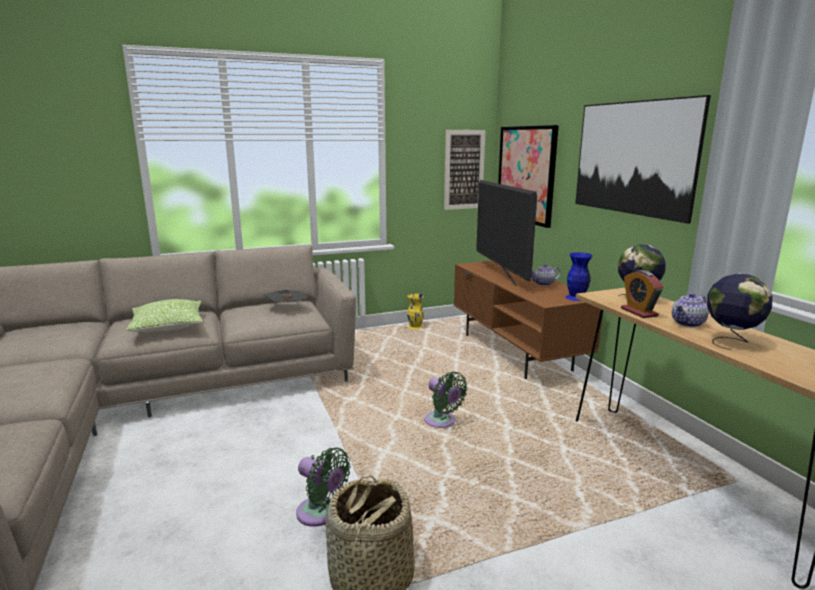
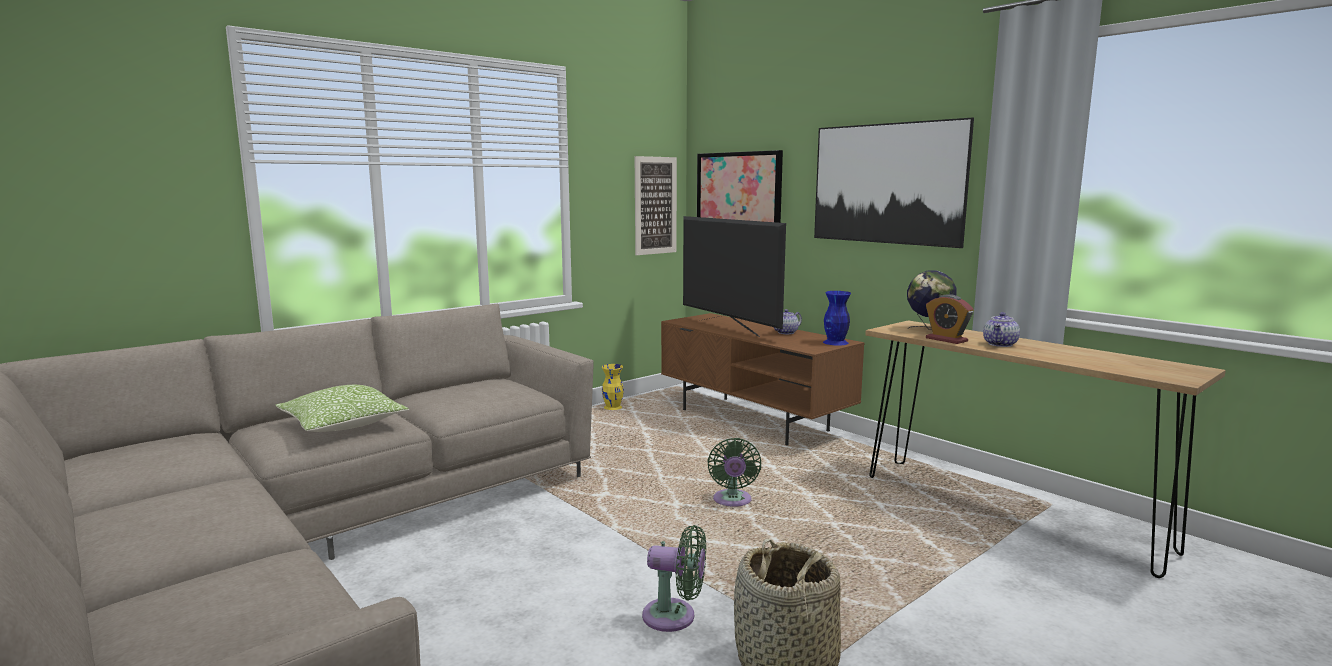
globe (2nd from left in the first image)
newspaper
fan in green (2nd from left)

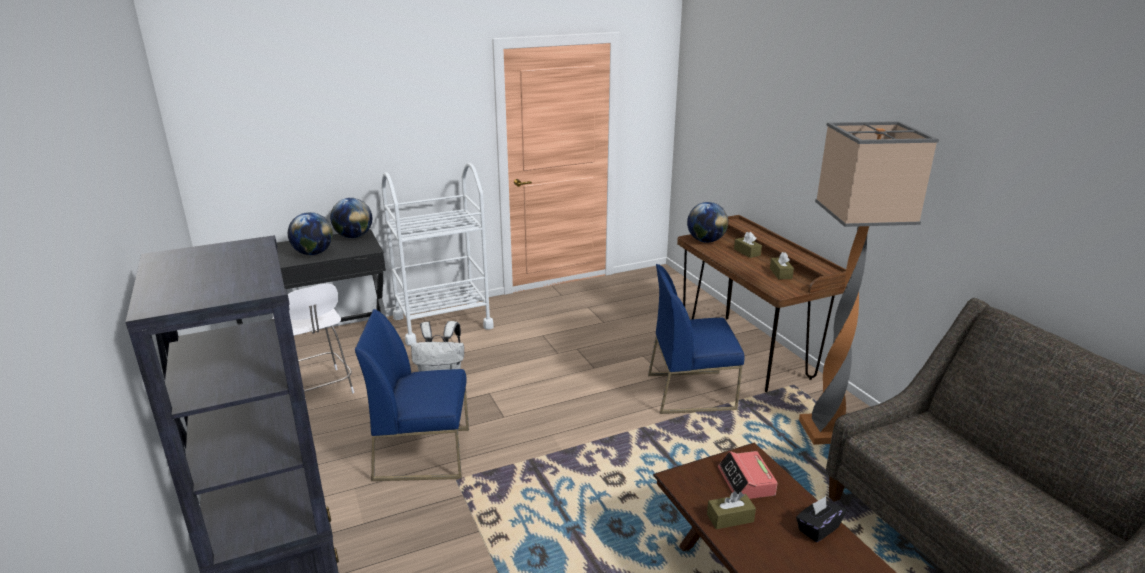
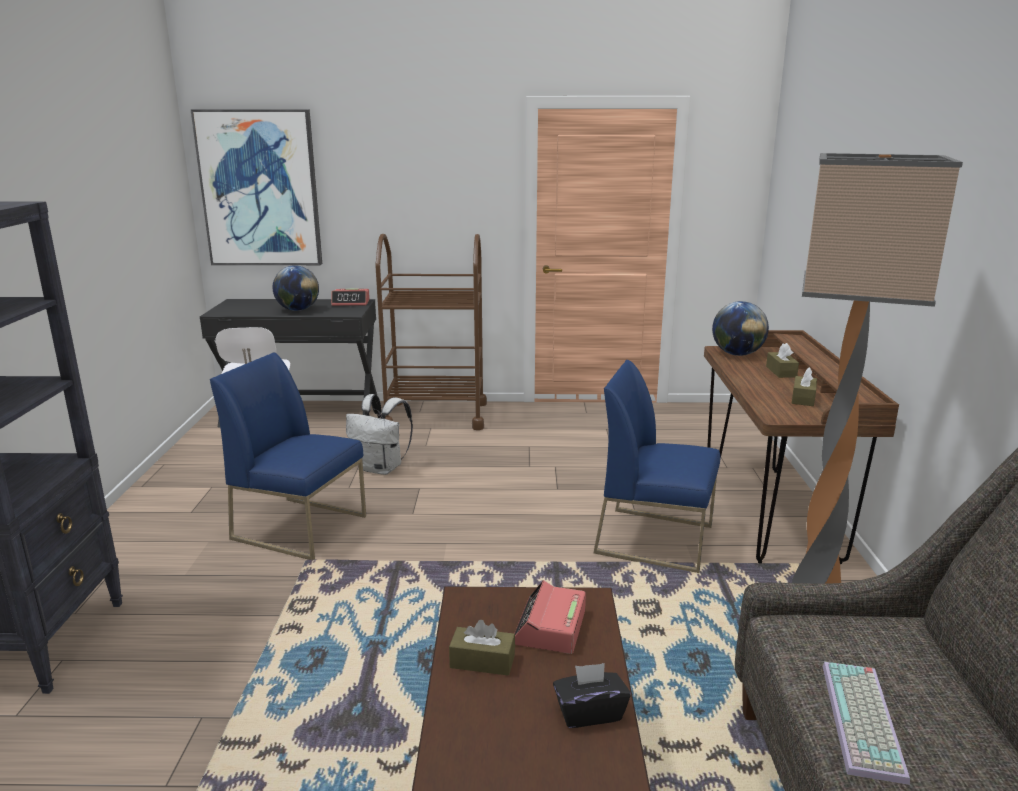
cart in brown
alarm clock (1st from left)
picture
keyboard

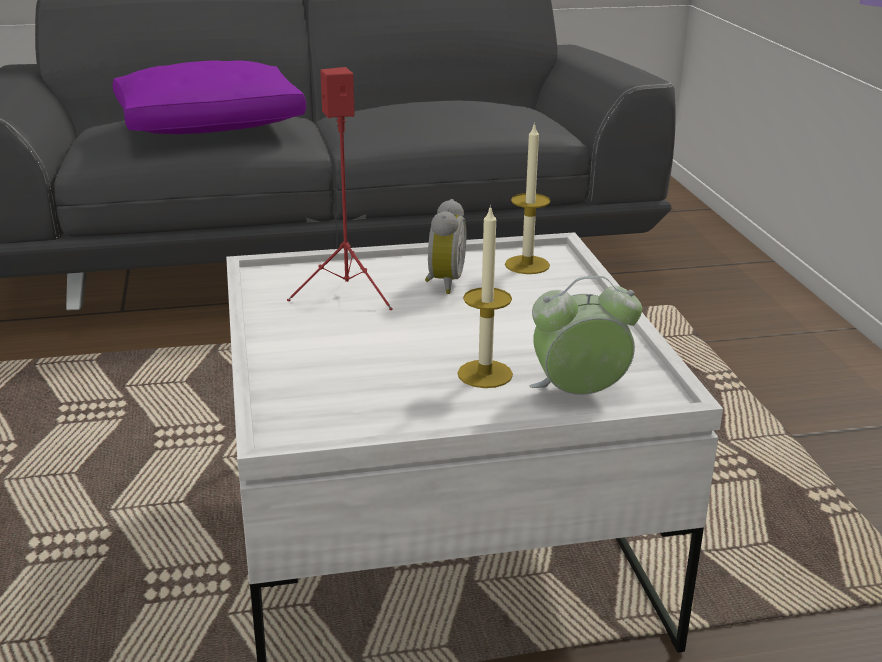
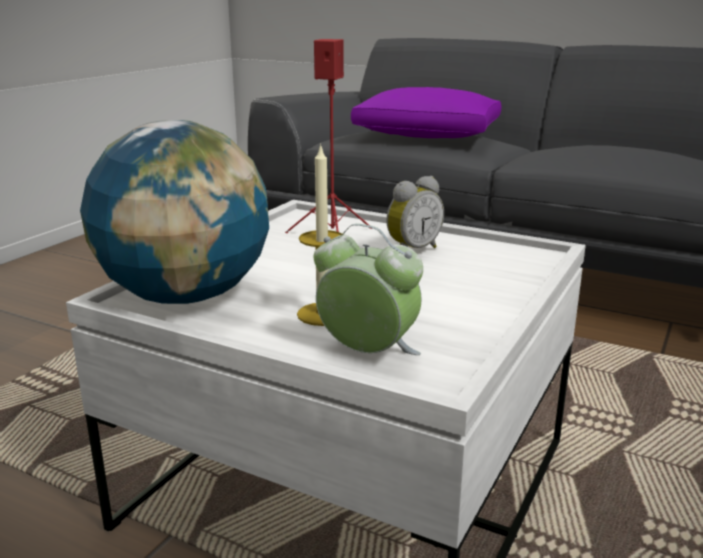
candle (2nd from left in the first image)
globe

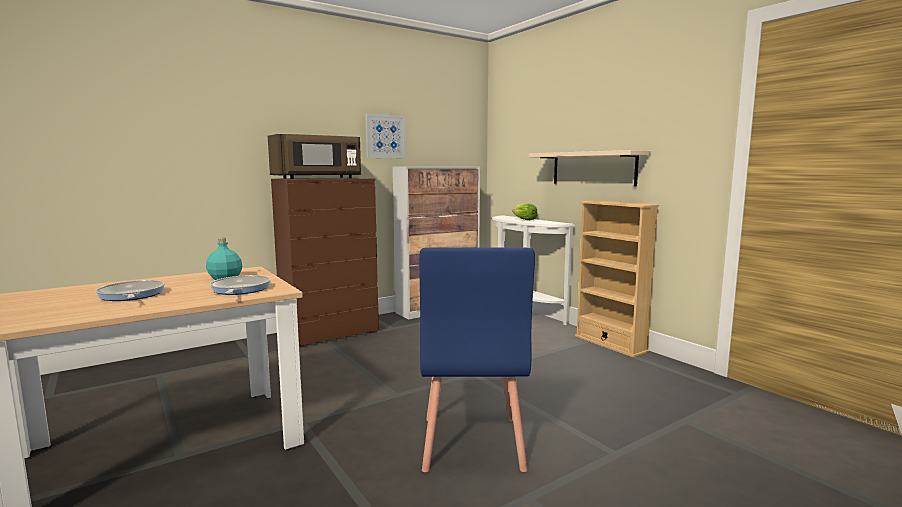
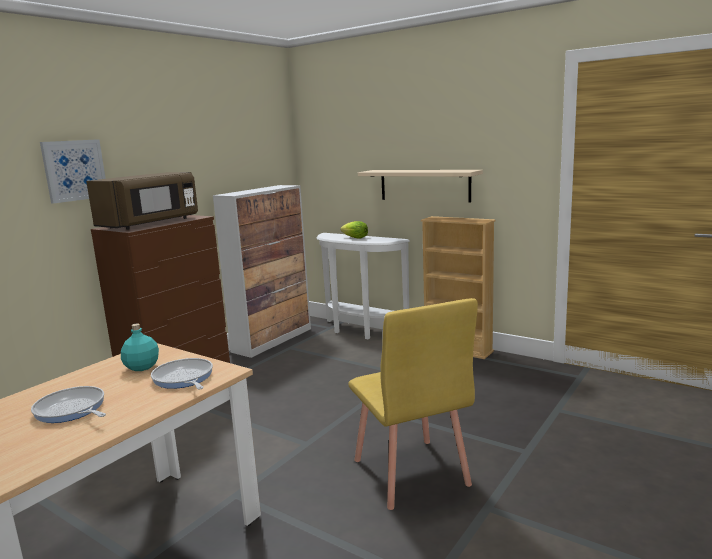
picture
chair in yellow

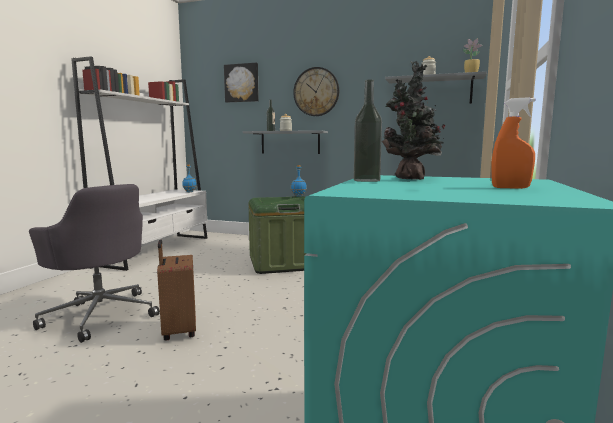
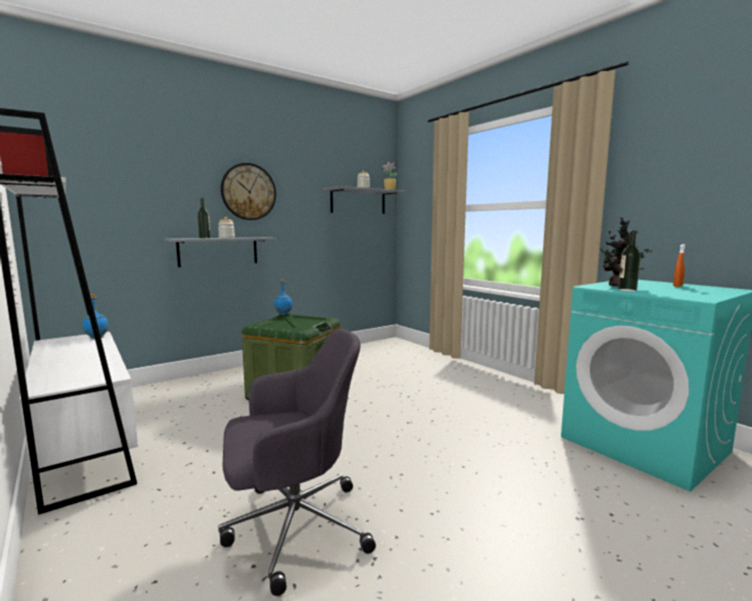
picture
suitcase in brown

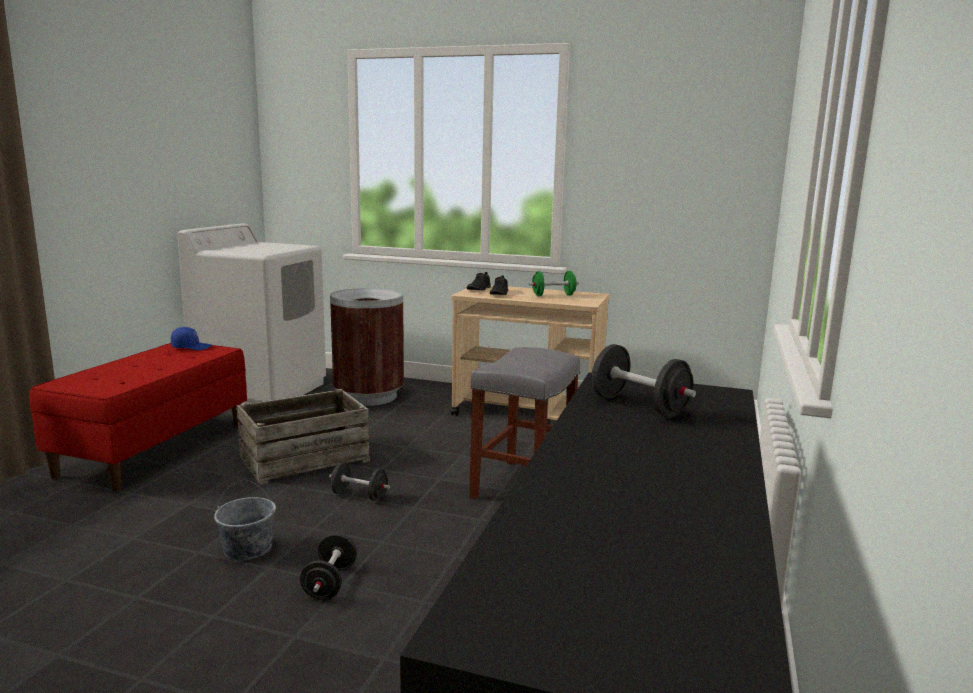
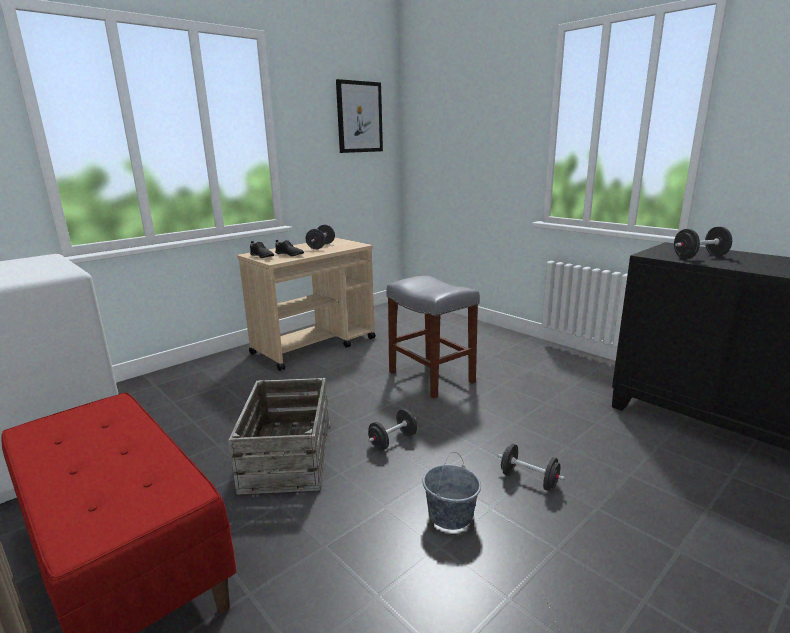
dumbbell in black (1st from left)
trash can in brown
cap in blue
picture

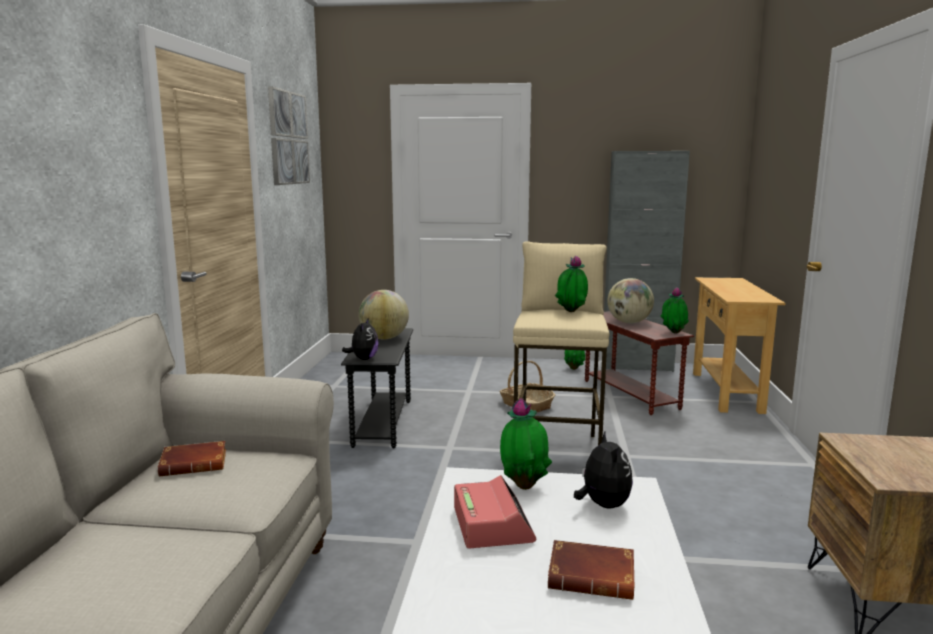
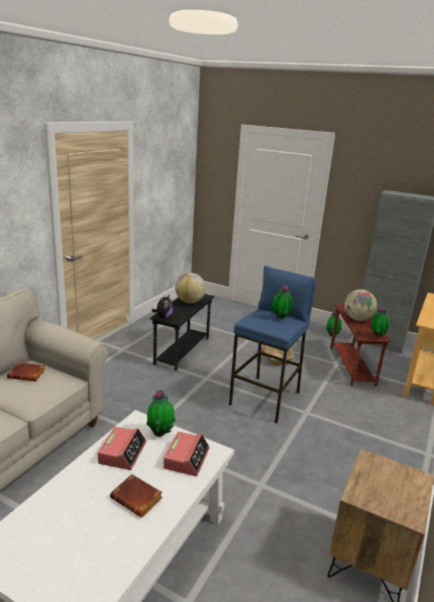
picture
stool in blue
alarm clock (2nd from left)

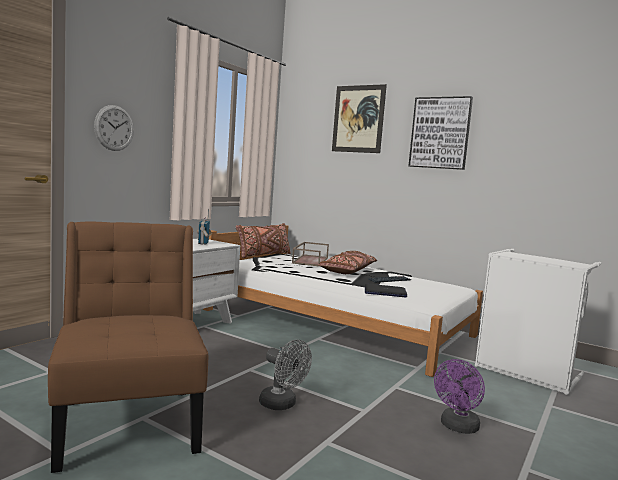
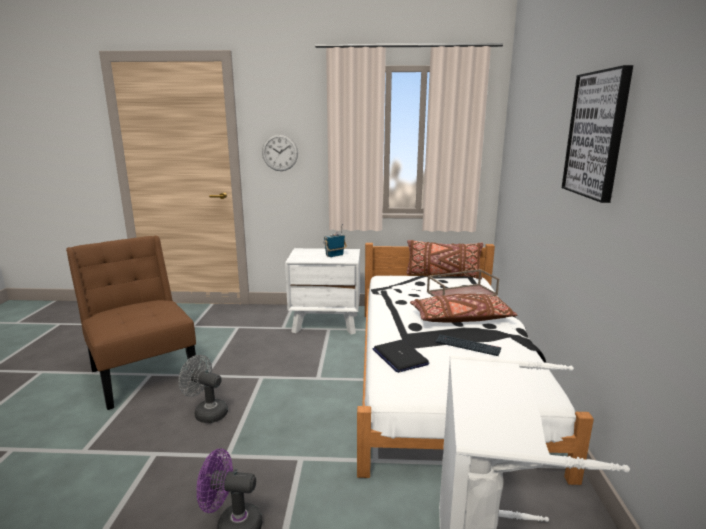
picture (1st from left in the first image)
chair in brown
fan in grey

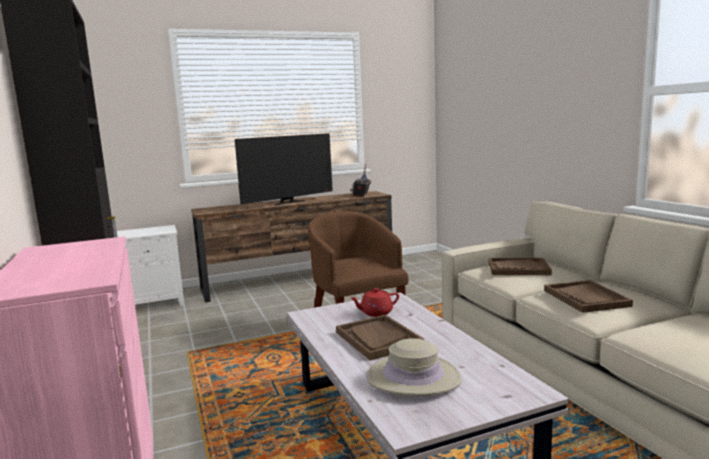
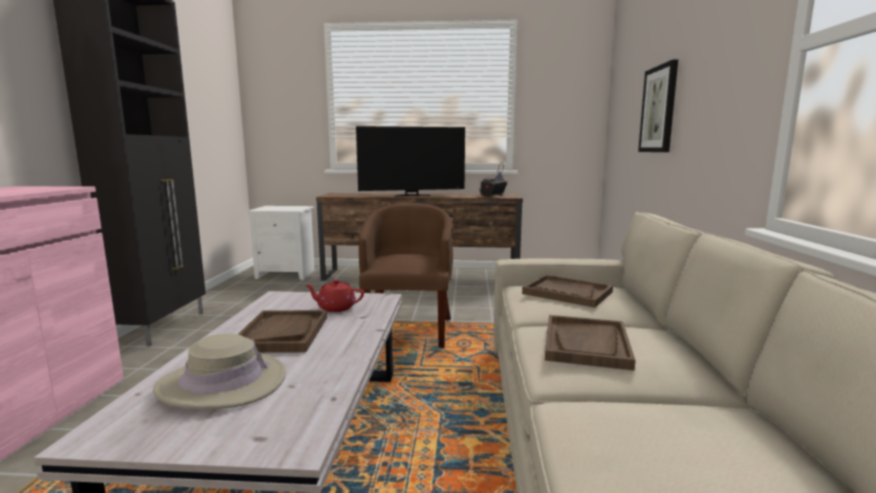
picture

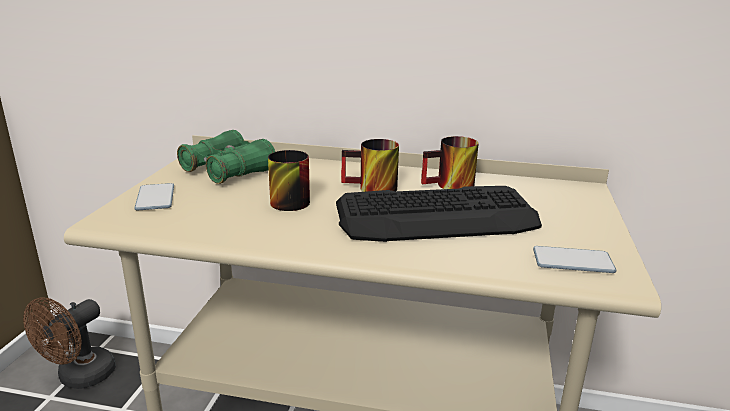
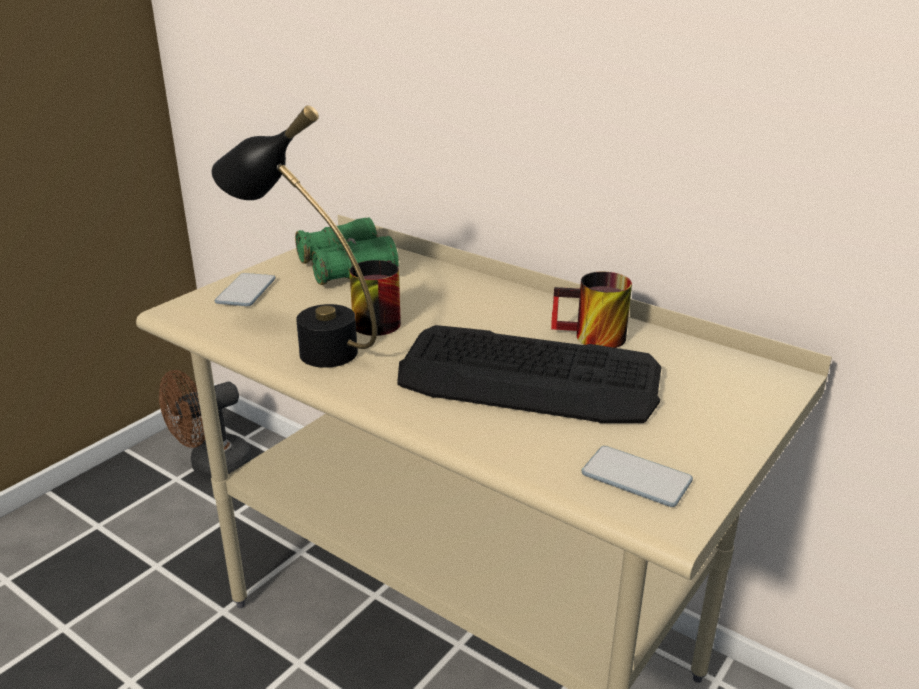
mug (2nd from left in the first image)
table lamp in black

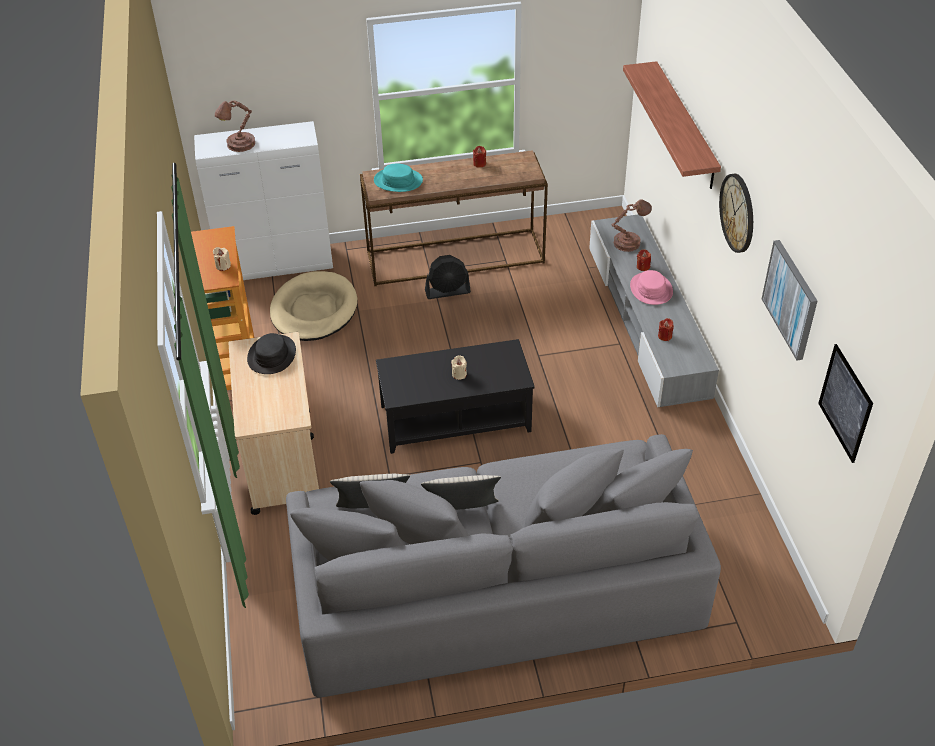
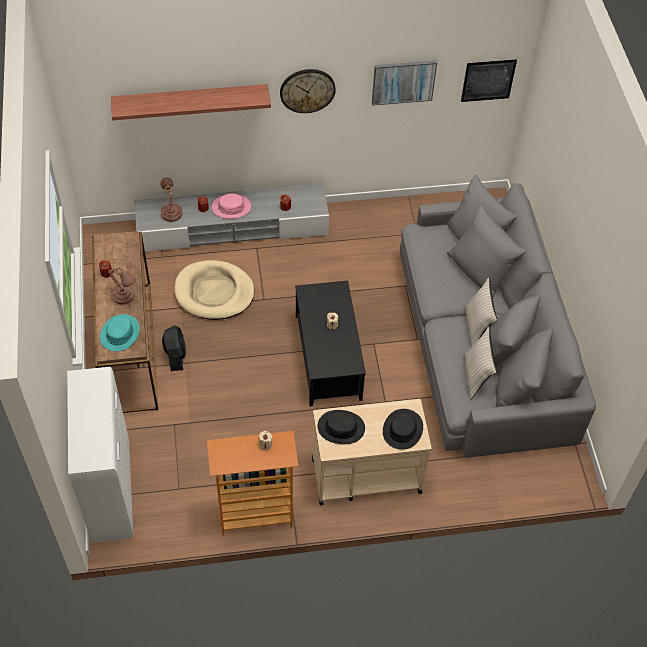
table lamp in brown (1st from left)
dog bed in beige
hat in black (2nd from left)

